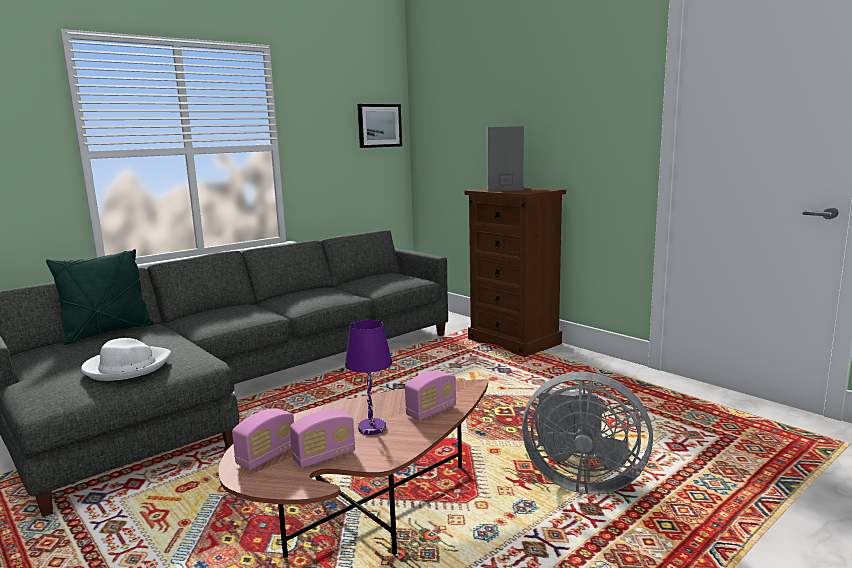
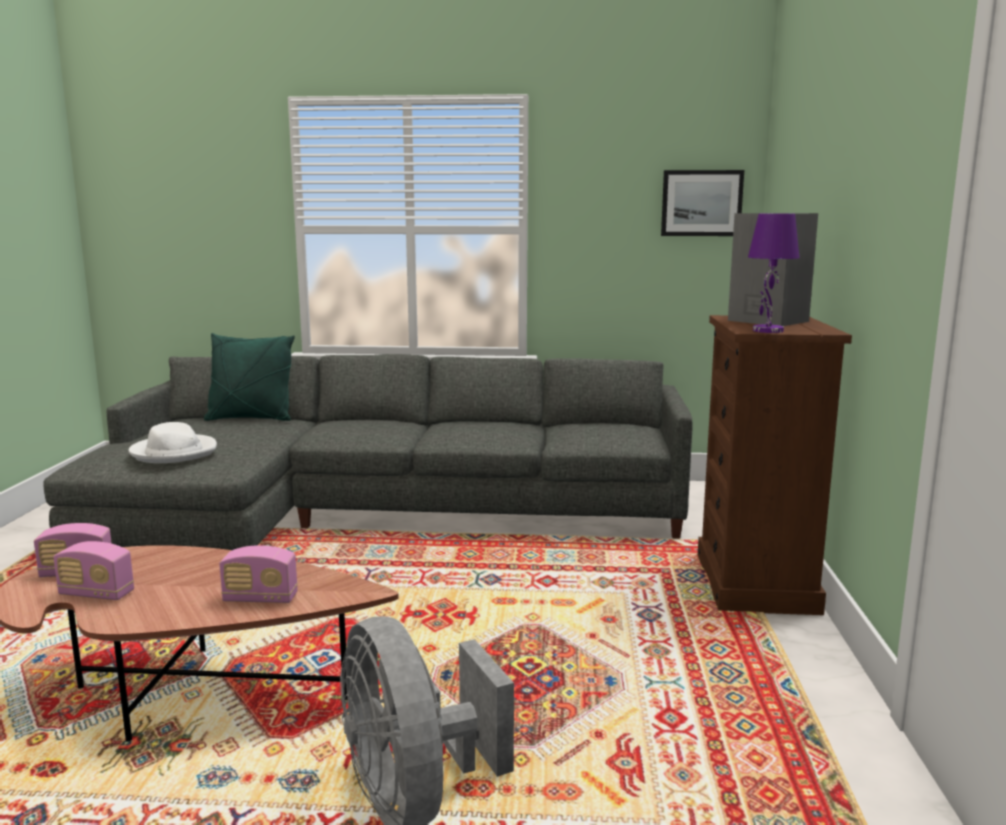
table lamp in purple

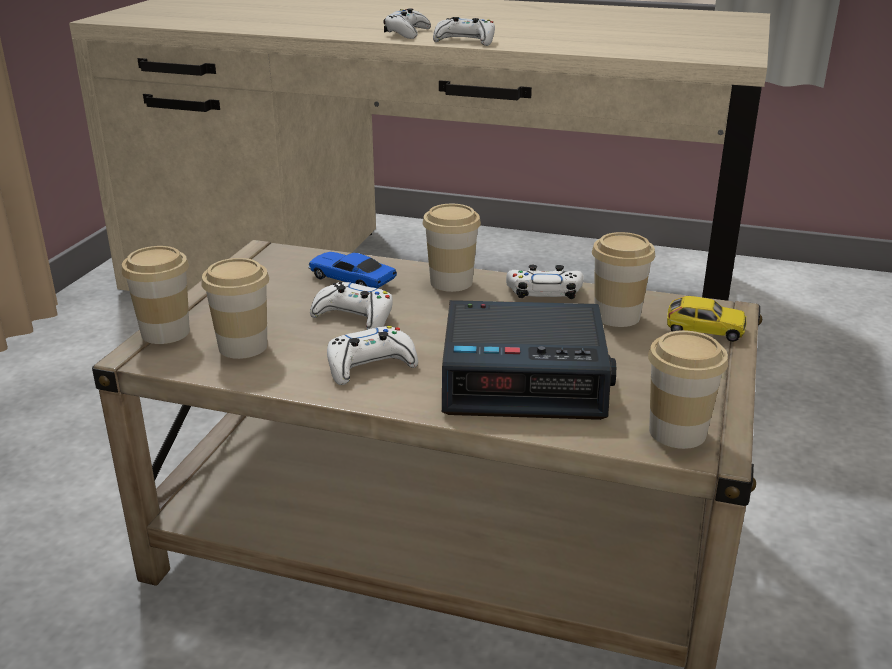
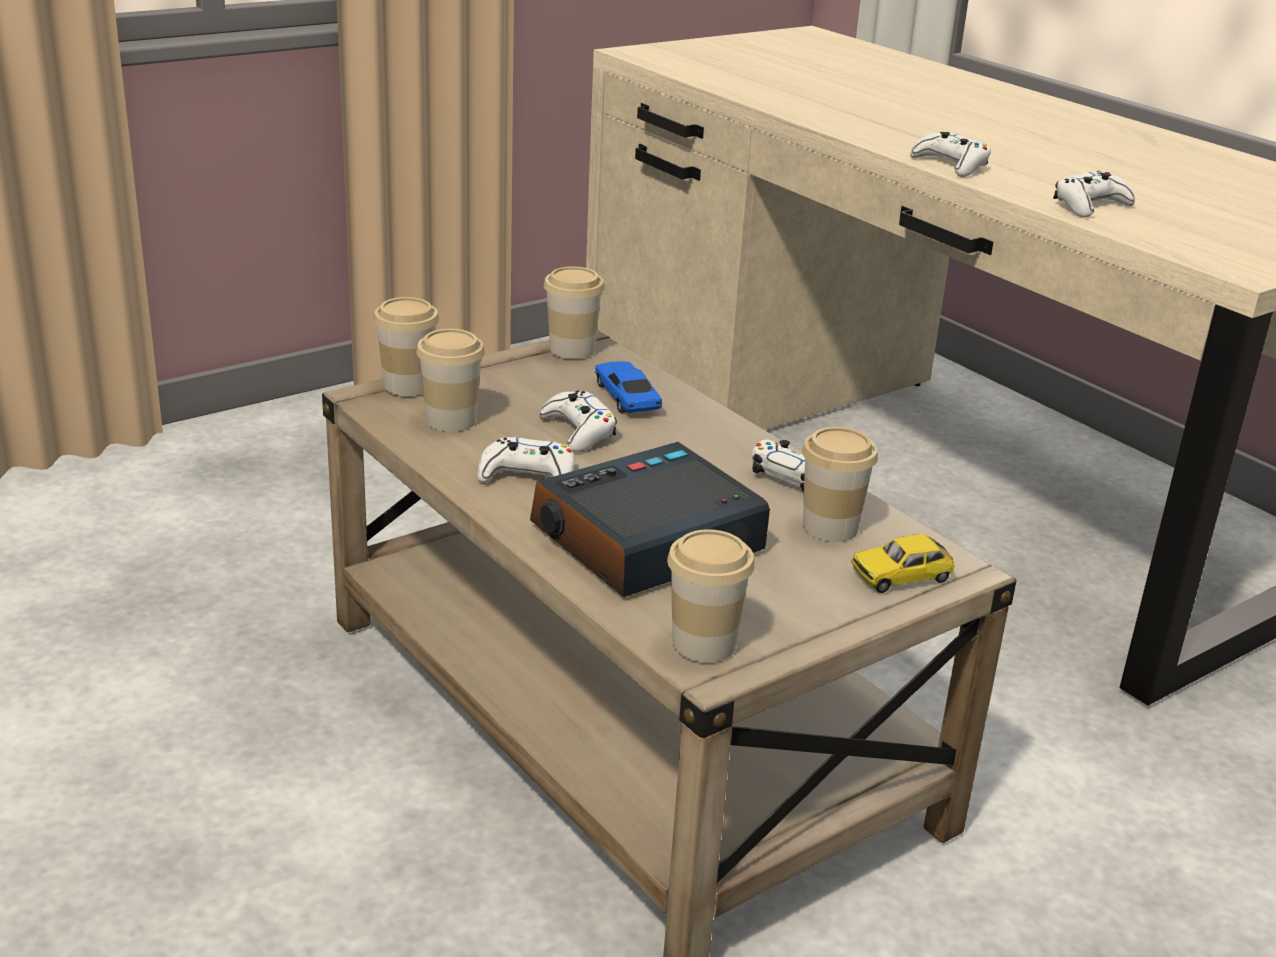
game controller in white (5th from left)
cup (3rd from left)
toy car (2nd from left)
alarm clock

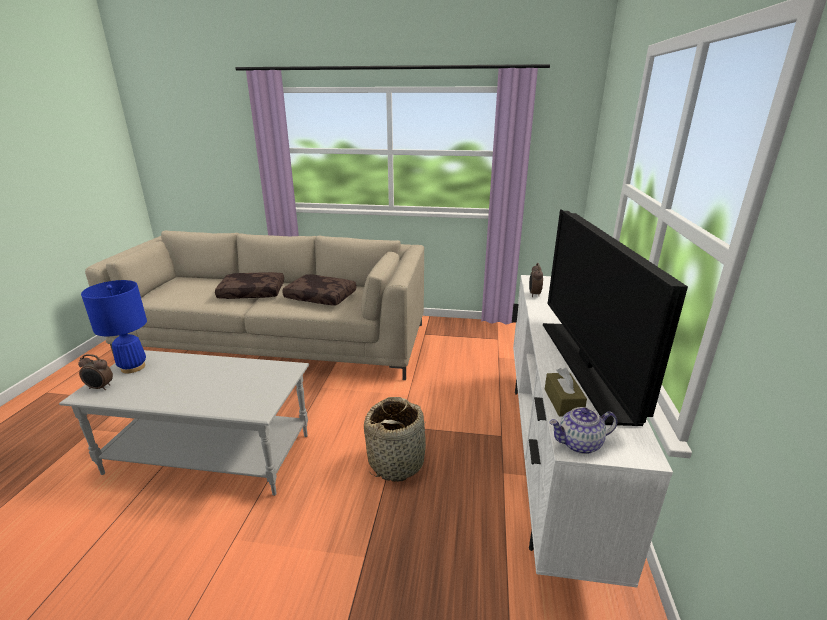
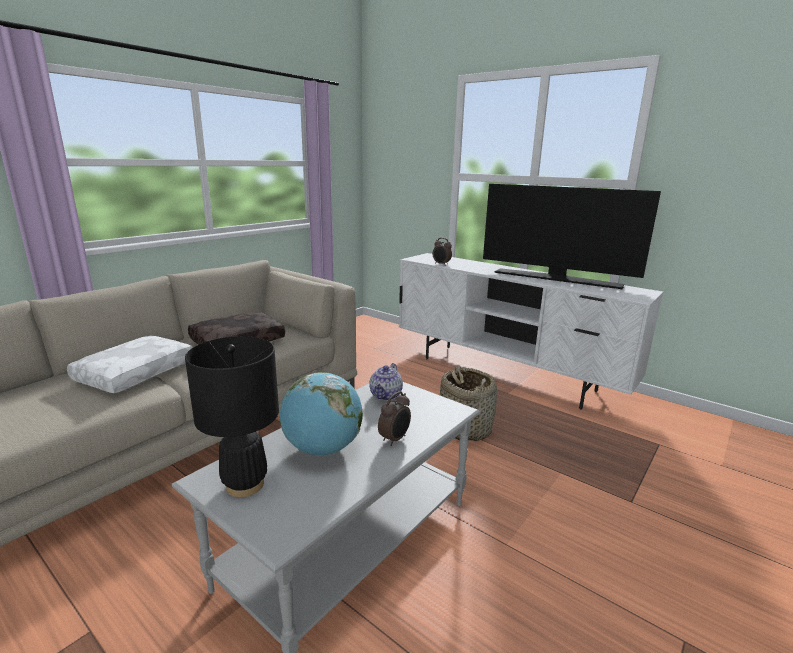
pillow in white
table lamp in black
alarm clock (1st from left)
tissue box in brown
teapot
globe

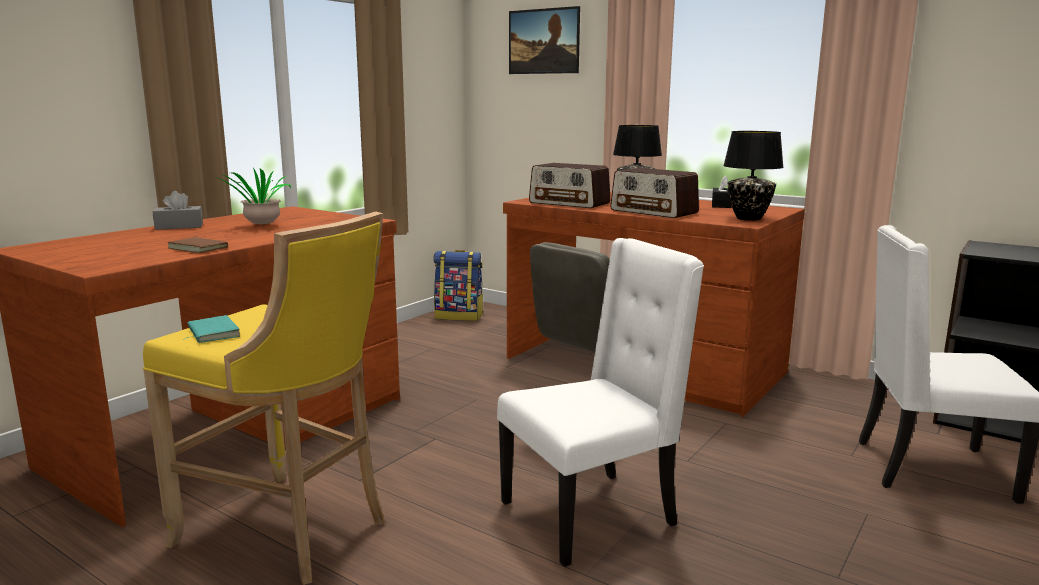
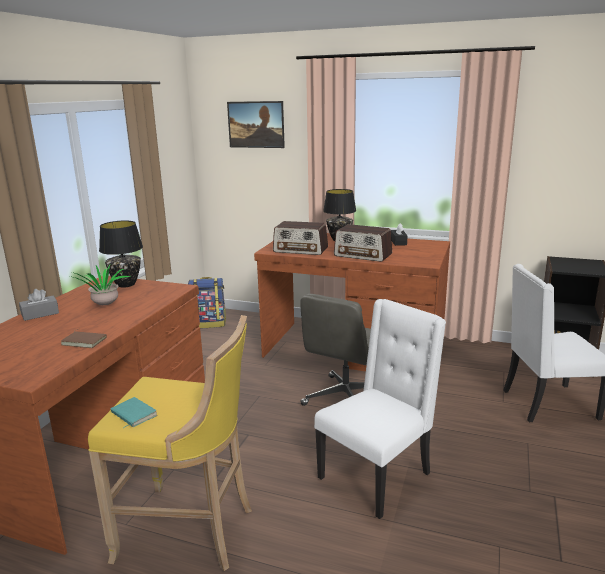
table lamp in black (1st from left)

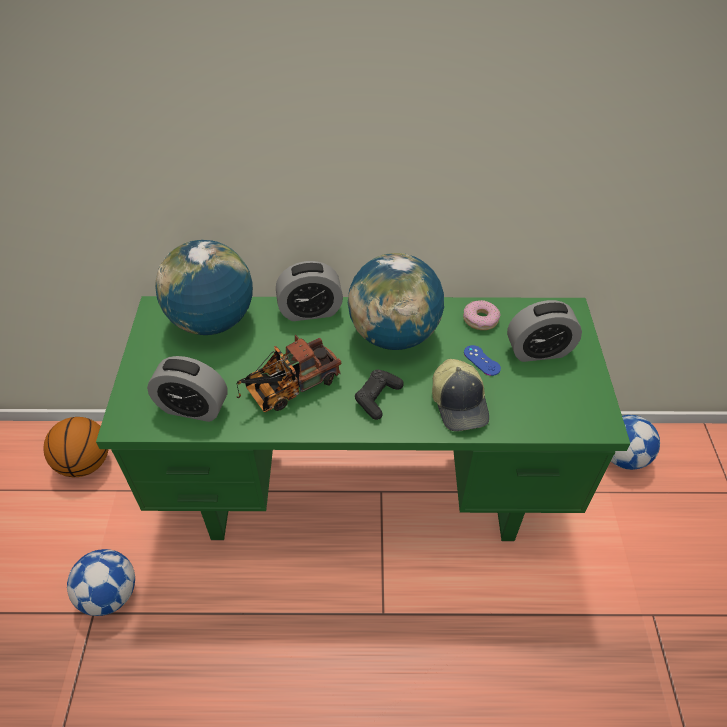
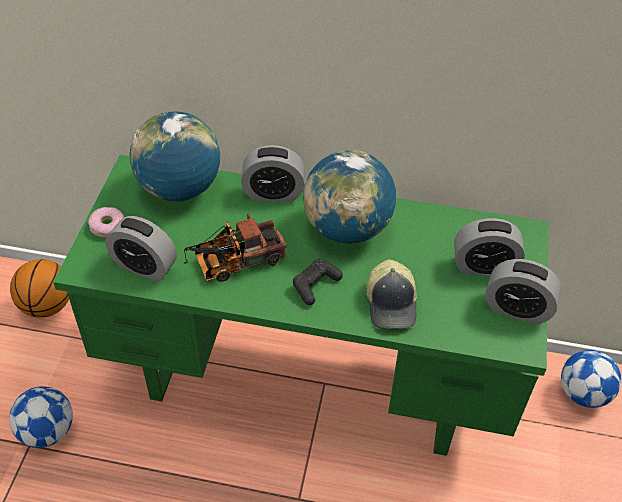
donut
game controller in blue
alarm clock (4th from left)

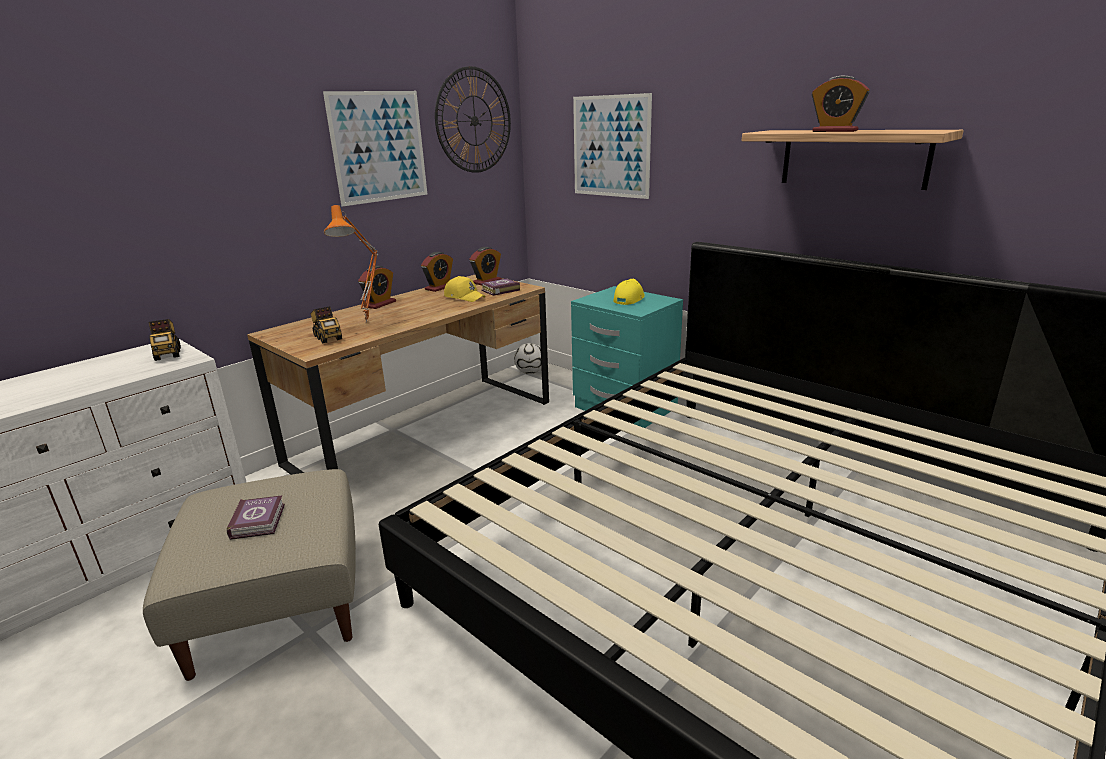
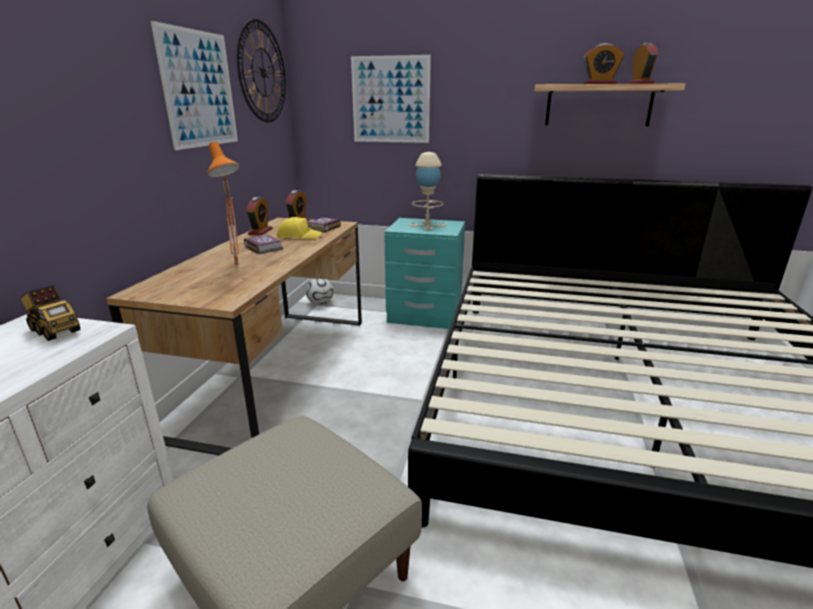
alarm clock (4th from left)
table lamp in beige
toy truck (2nd from left in the first image)
book (1st from left)

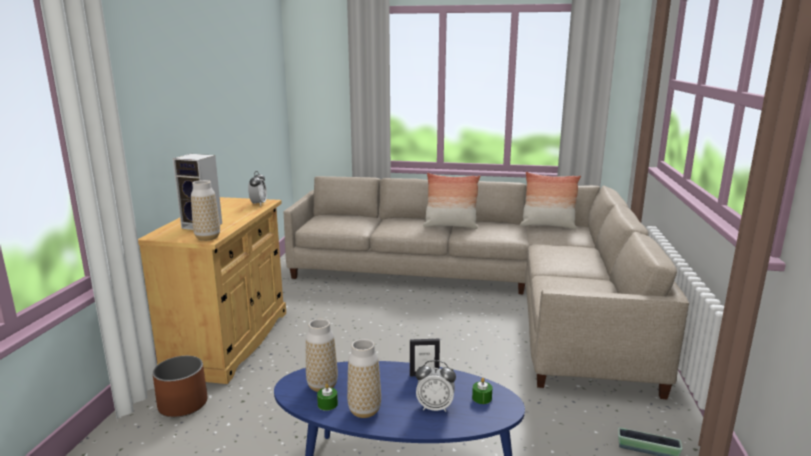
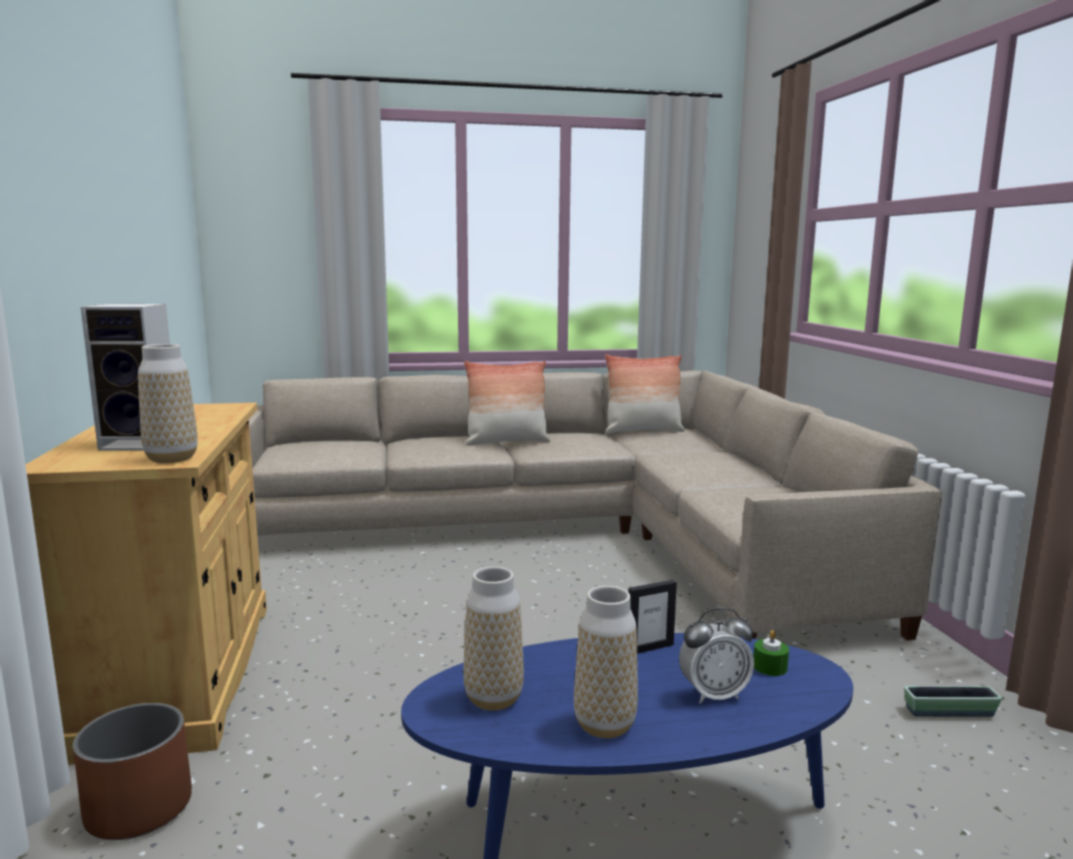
alarm clock (1st from left in the first image)
candle in green (1st from left in the first image)

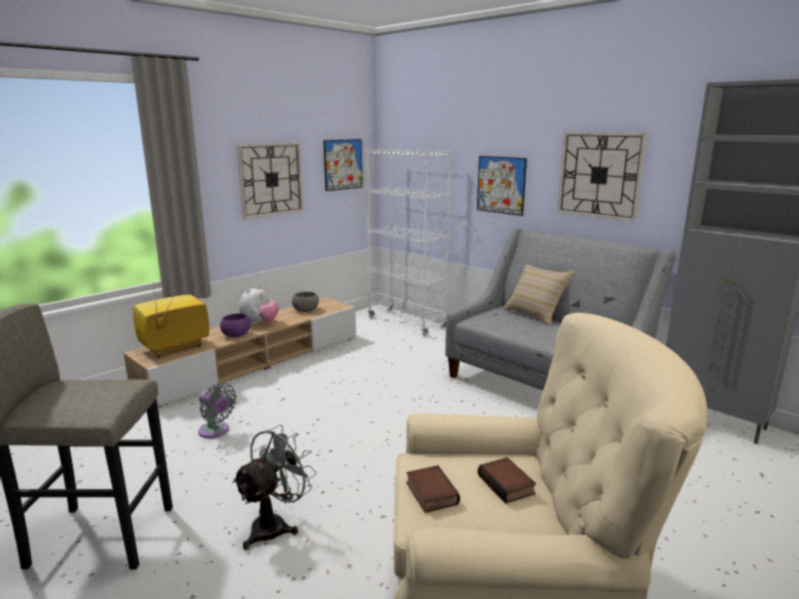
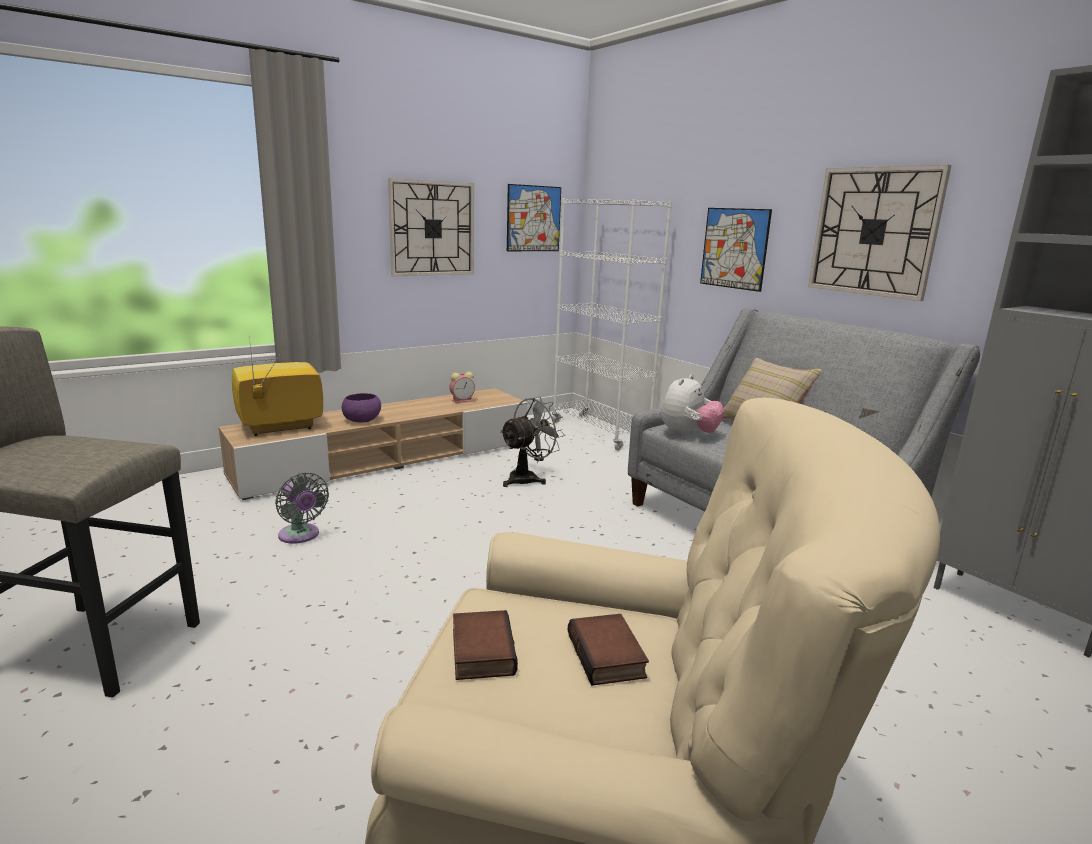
plush toy
alarm clock
fan in grey (2nd from left)

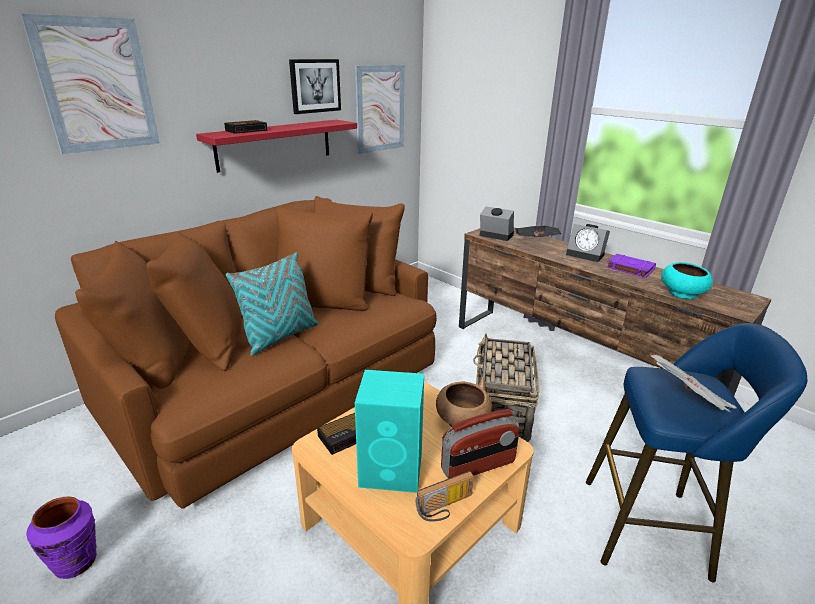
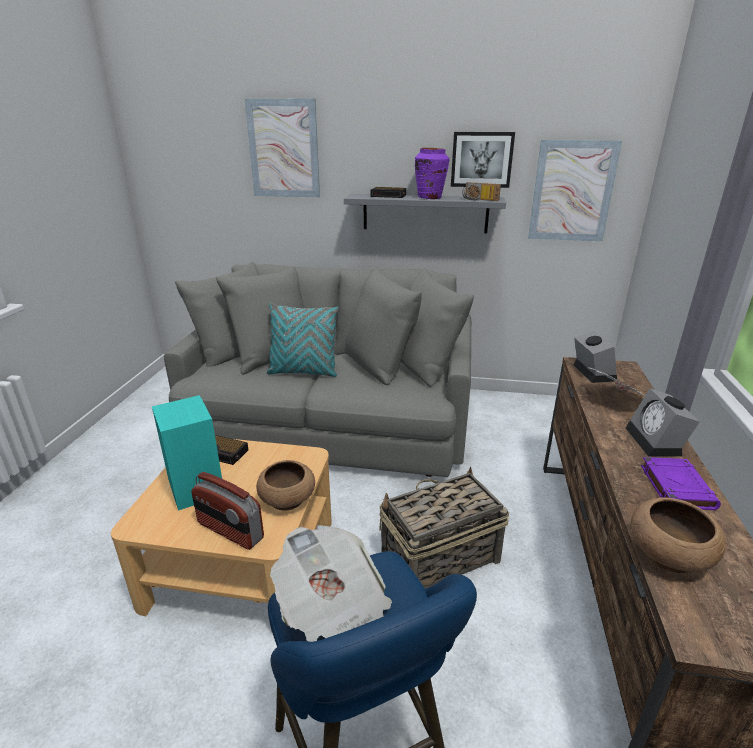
shelf in grey
sofa in grey
bowl in brown (2nd from left)
radio (2nd from left)
vase in purple

